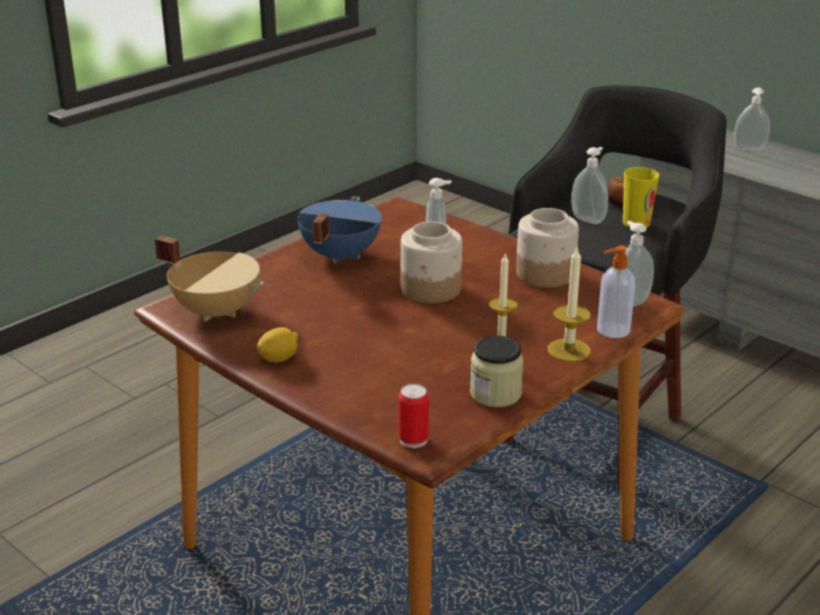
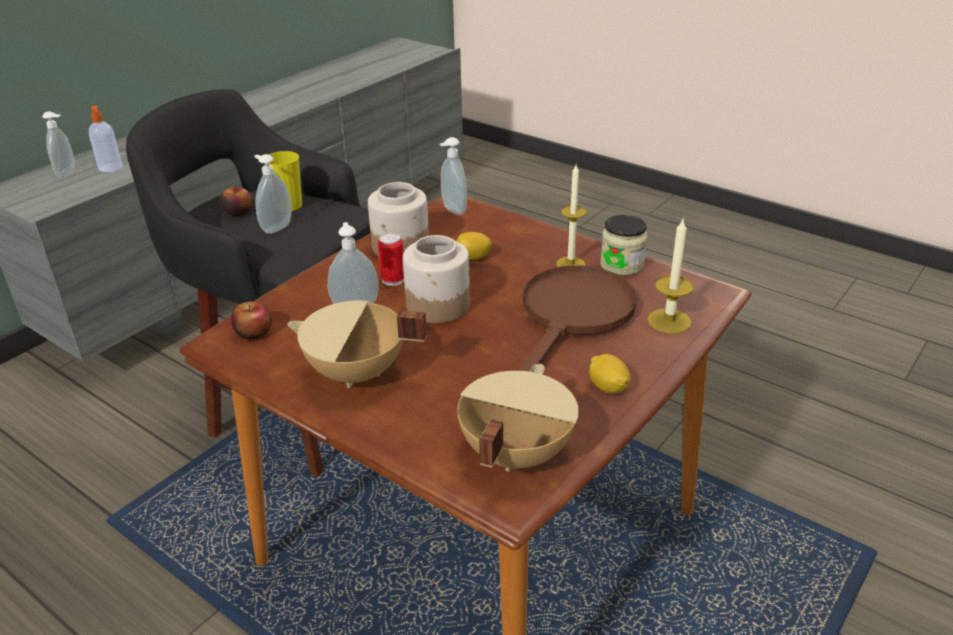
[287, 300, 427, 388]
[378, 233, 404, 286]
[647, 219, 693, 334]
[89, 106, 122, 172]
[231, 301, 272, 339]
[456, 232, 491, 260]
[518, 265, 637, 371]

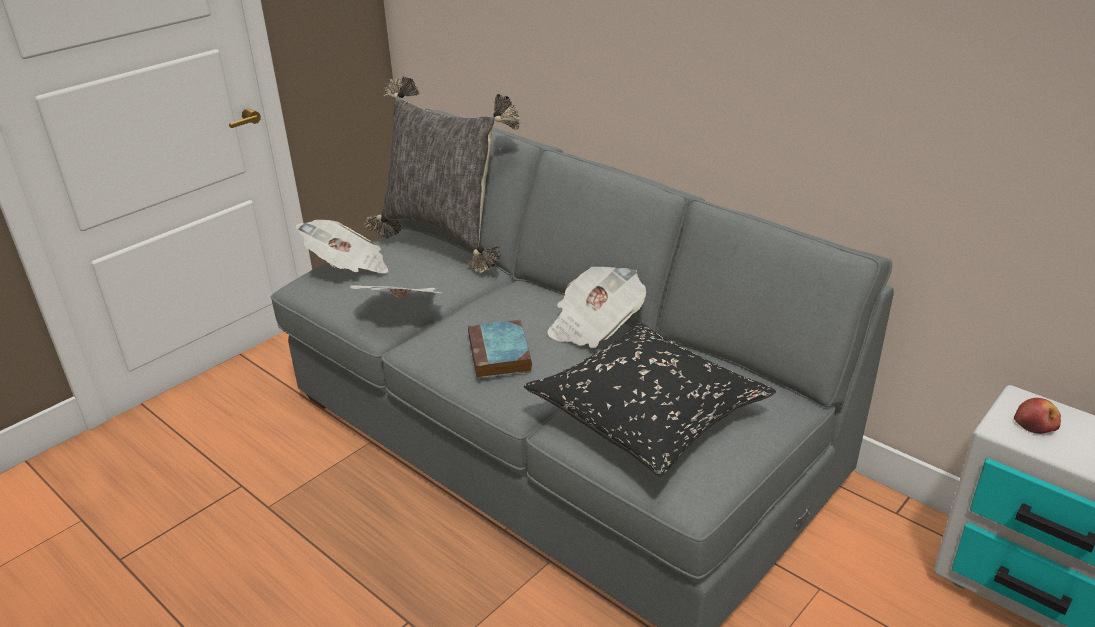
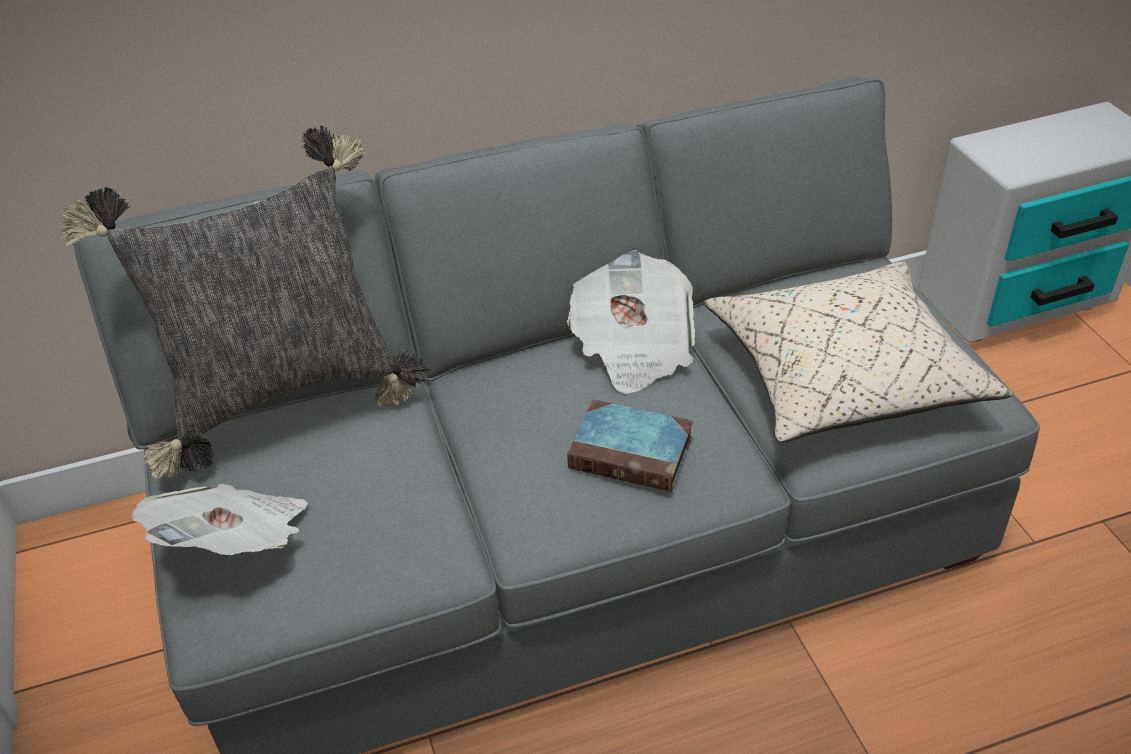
[350, 285, 442, 298] (first image)
[704, 262, 1012, 443]
[1014, 398, 1061, 434] (first image)

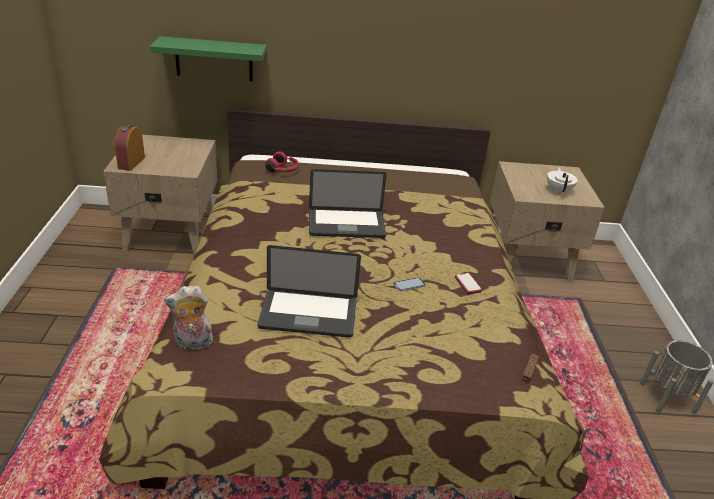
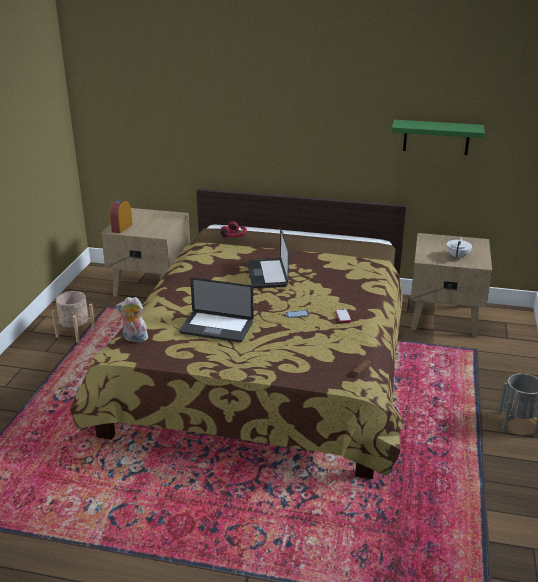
[392, 120, 485, 155]
[247, 228, 289, 288]
[52, 291, 96, 343]

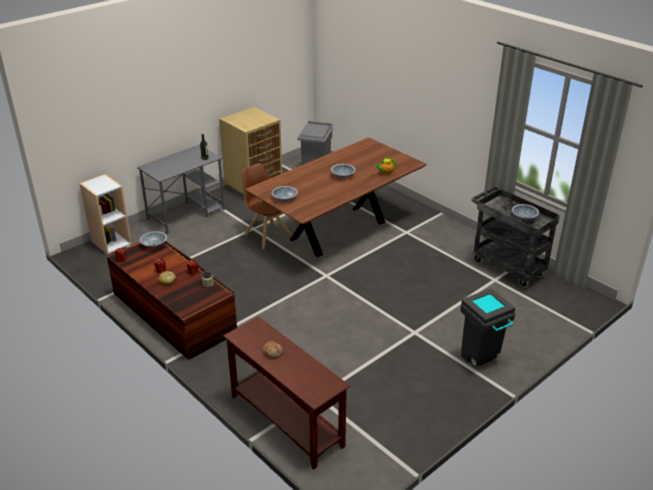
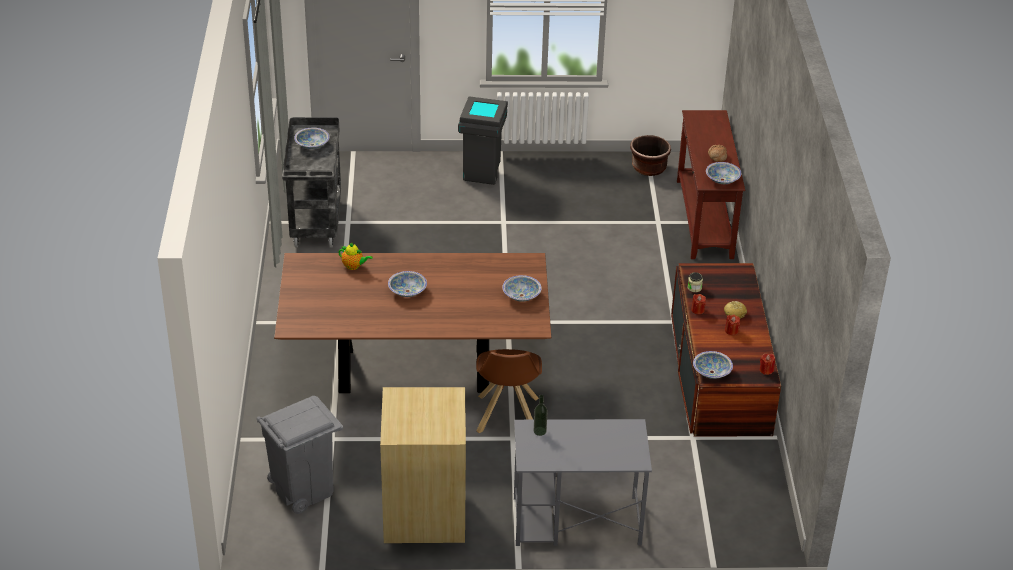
[79, 174, 132, 255] (first image)
[630, 135, 671, 176]
[706, 162, 741, 184]

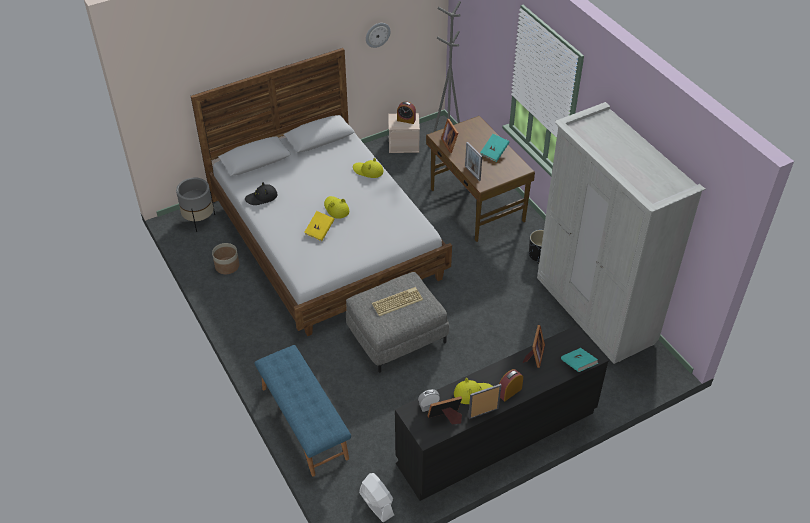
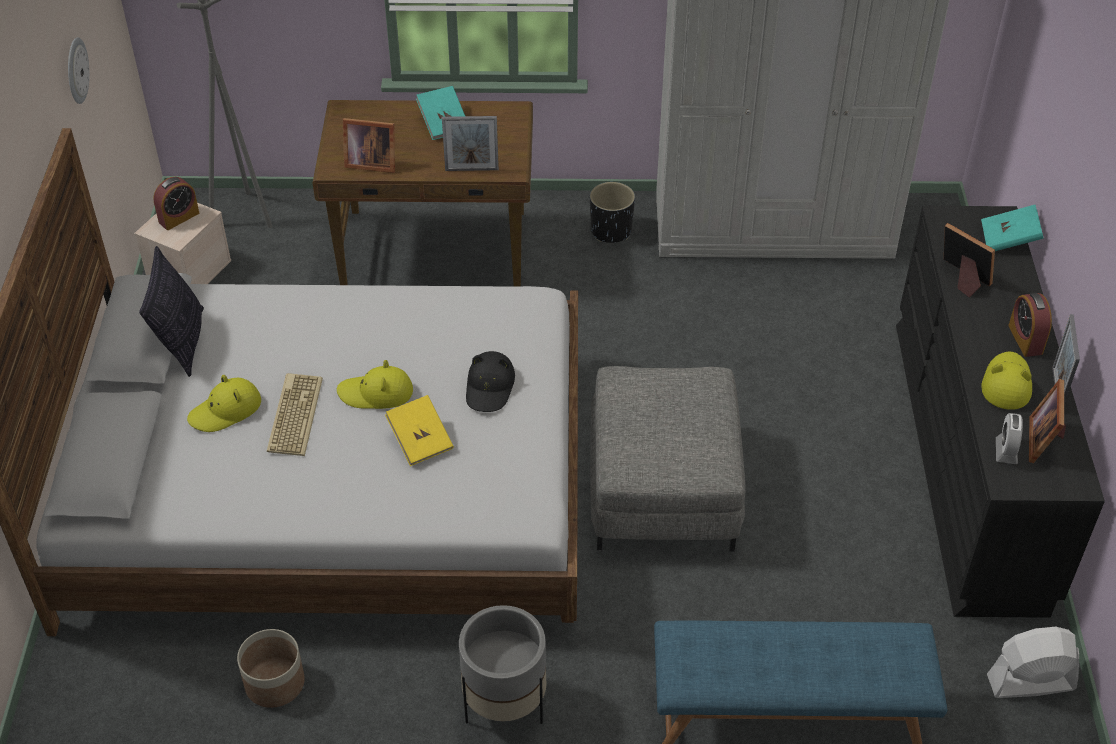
[459, 605, 547, 724]
[466, 351, 515, 412]
[187, 375, 261, 432]
[267, 373, 323, 456]
[139, 246, 204, 377]

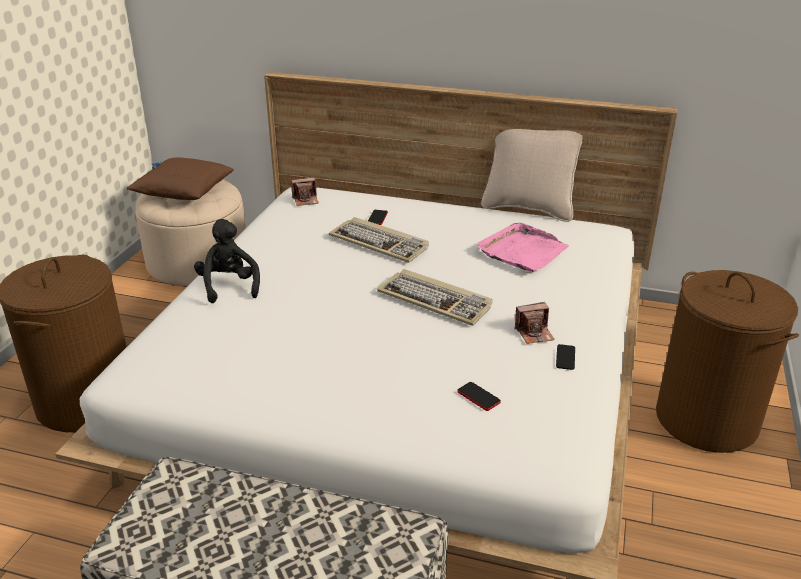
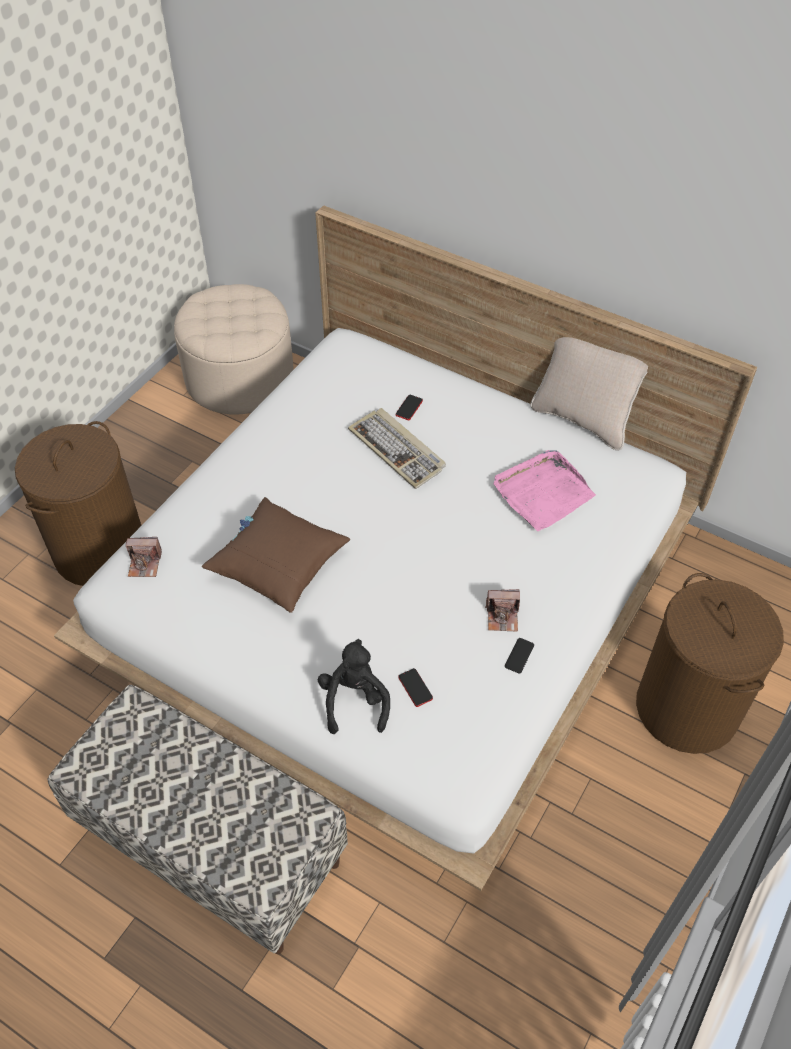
[202, 497, 350, 613]
[318, 639, 390, 734]
[126, 537, 162, 577]
[377, 269, 492, 326] (first image)

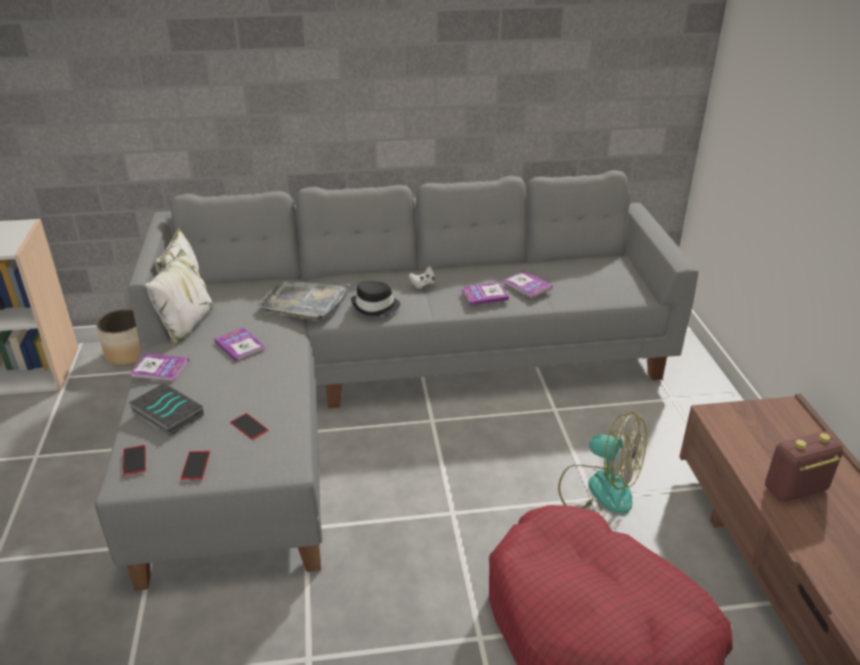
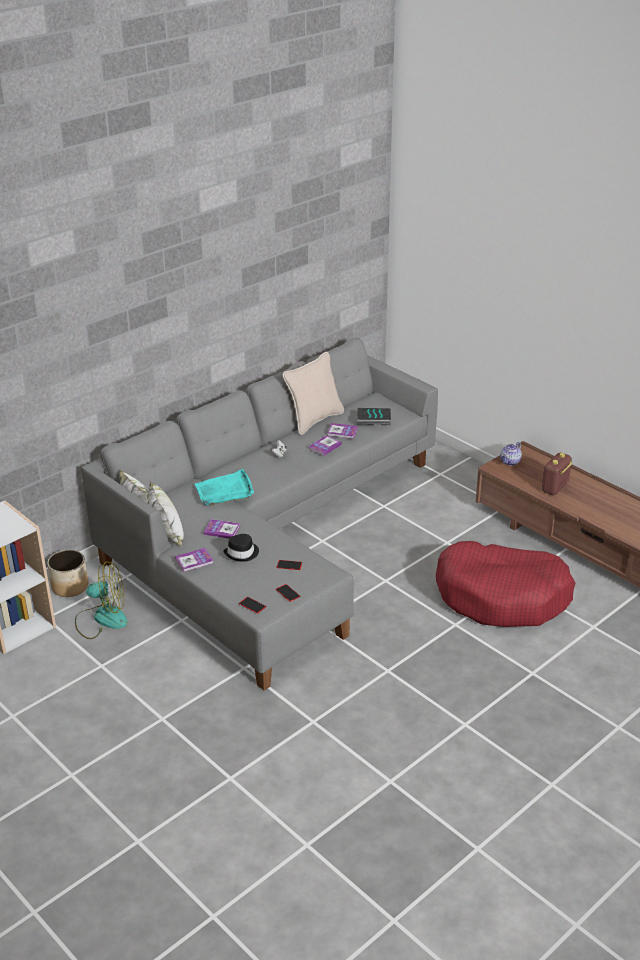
[357, 408, 391, 425]
[195, 469, 254, 506]
[223, 534, 259, 562]
[75, 561, 128, 639]
[283, 352, 344, 435]
[500, 442, 522, 466]

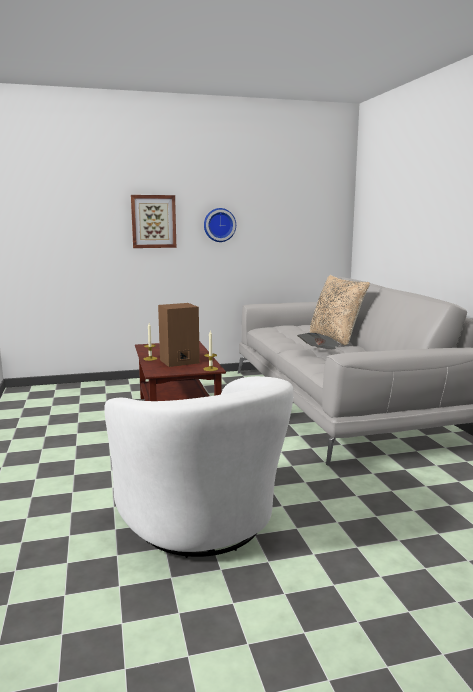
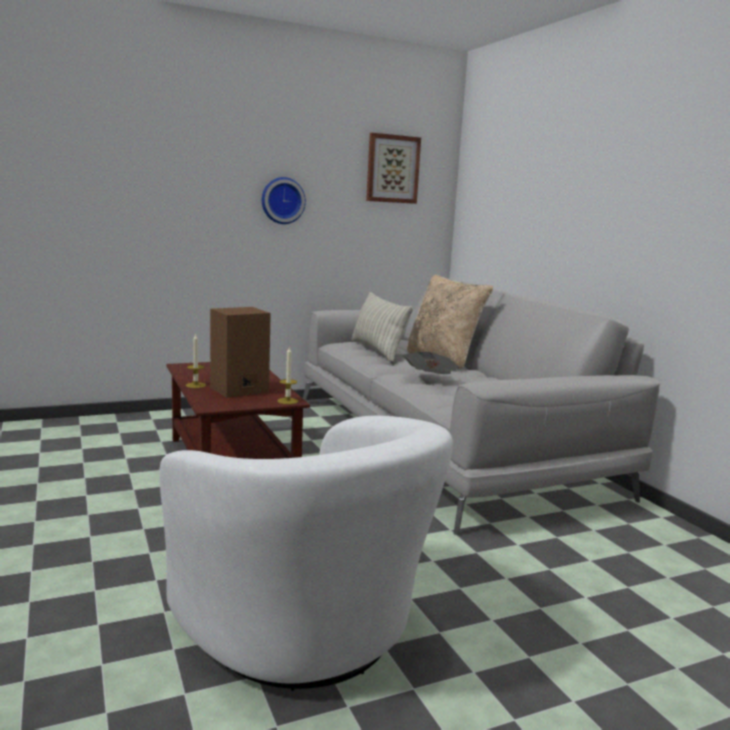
[366, 133, 421, 204]
[351, 292, 413, 362]

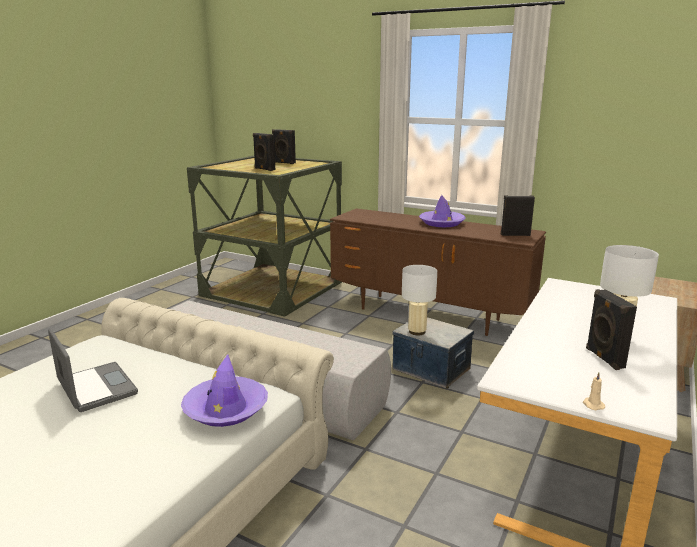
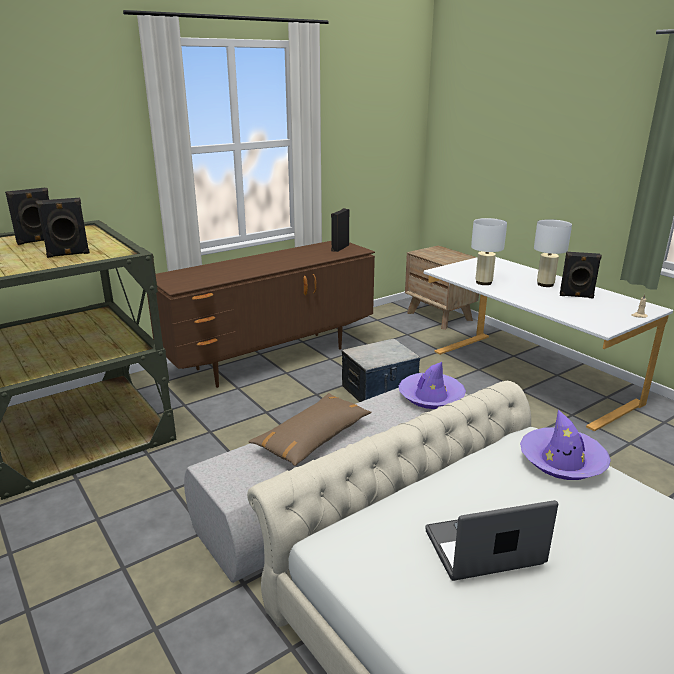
[471, 218, 507, 285]
[399, 362, 466, 409]
[248, 393, 371, 466]

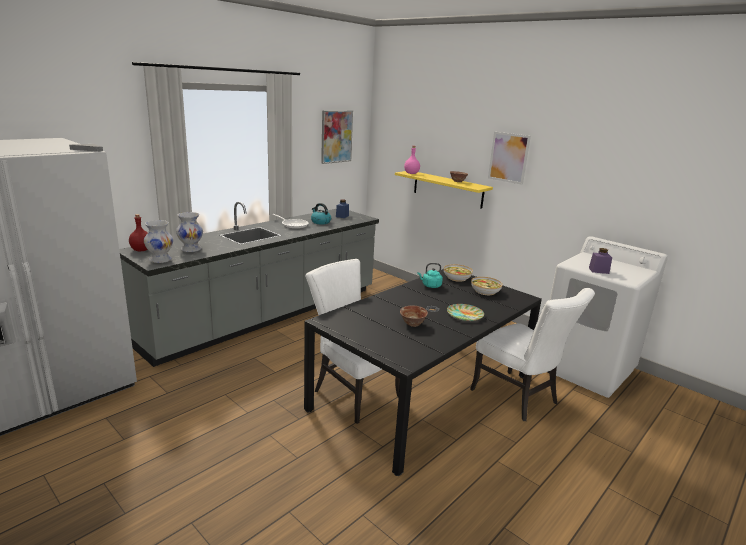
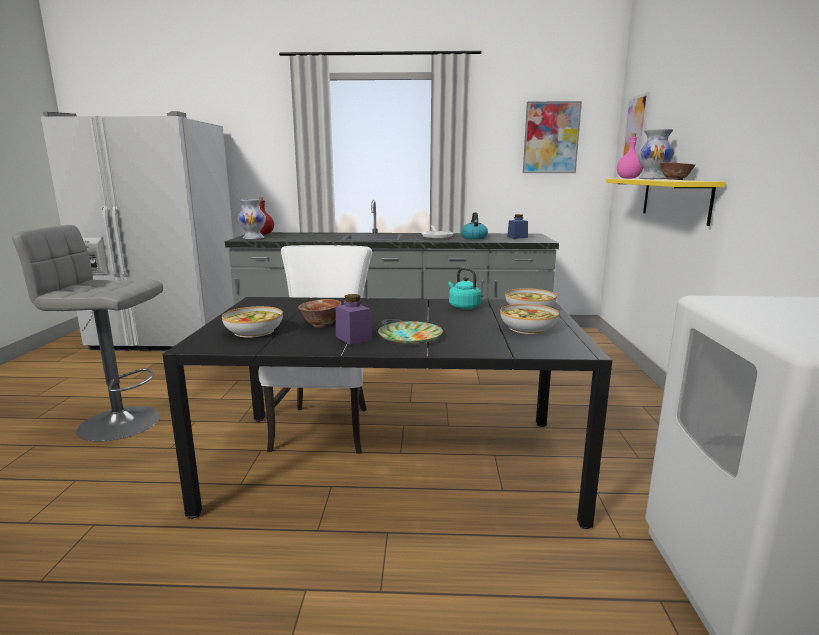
[638, 129, 674, 179]
[470, 287, 595, 421] (first image)
[622, 92, 650, 157]
[336, 294, 372, 345]
[12, 225, 163, 441]
[222, 306, 283, 337]

